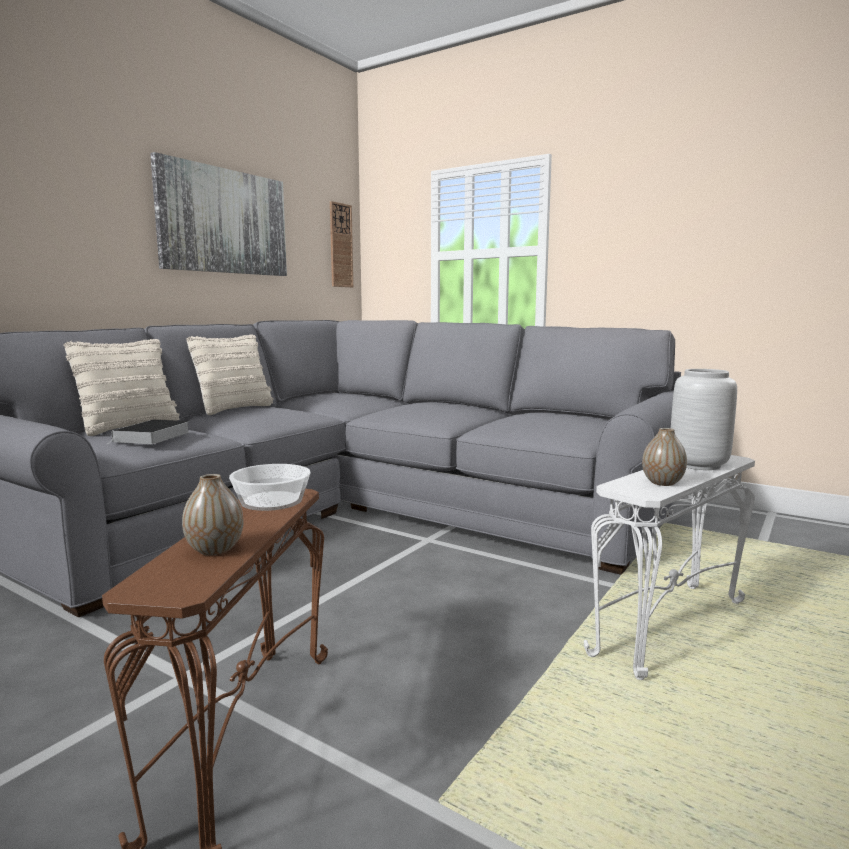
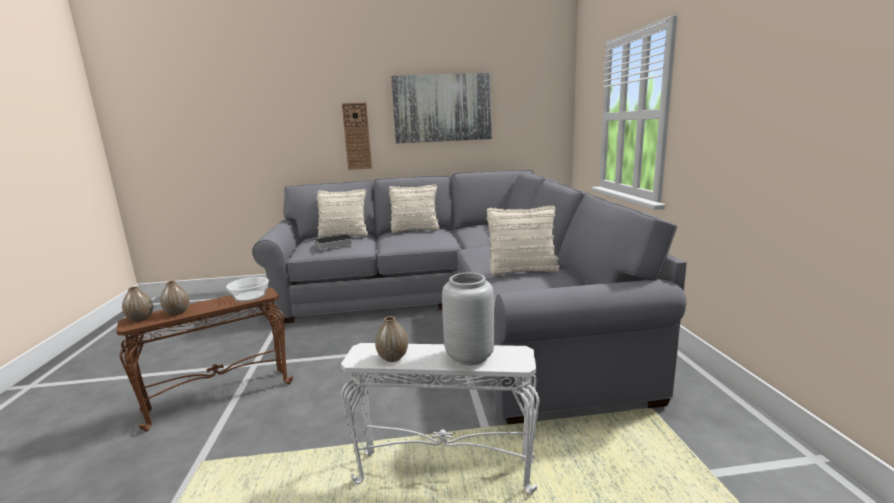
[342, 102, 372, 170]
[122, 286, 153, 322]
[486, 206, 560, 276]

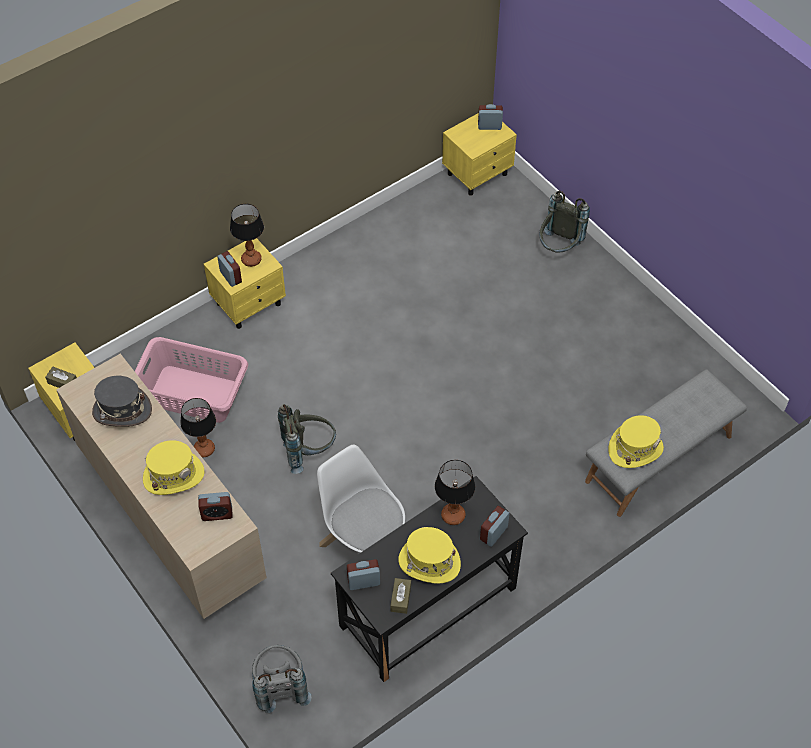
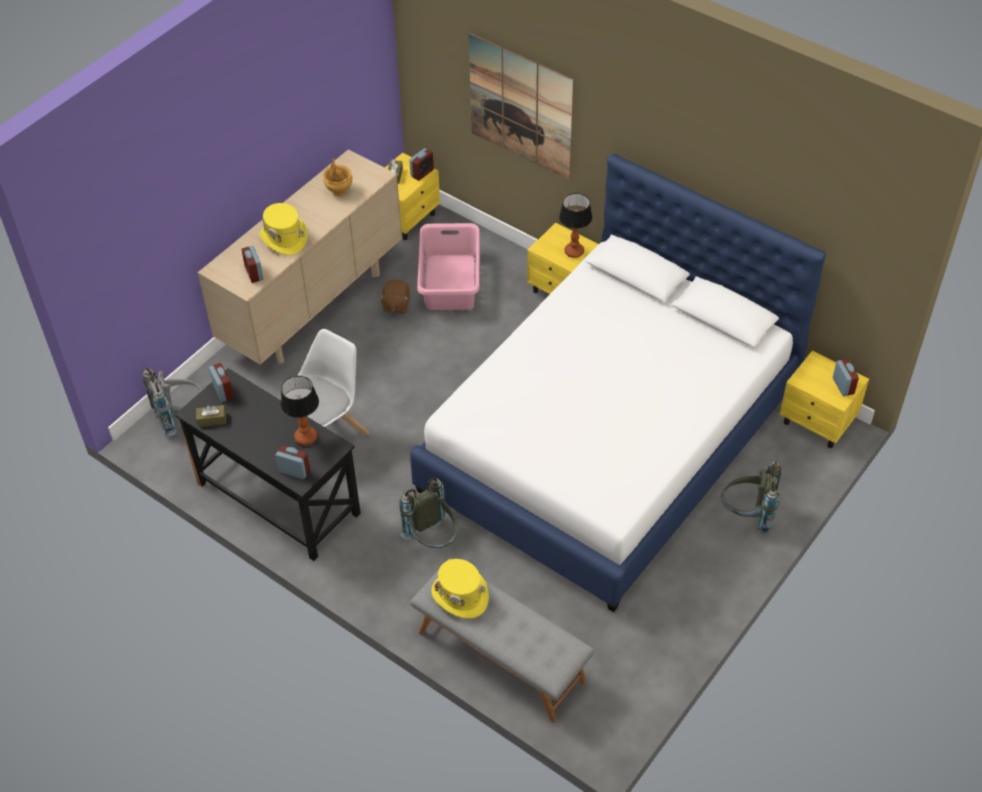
[323, 158, 352, 196]
[379, 280, 410, 313]
[409, 148, 434, 181]
[399, 478, 458, 548]
[398, 527, 461, 584] (first image)
[410, 154, 826, 612]
[468, 33, 574, 180]

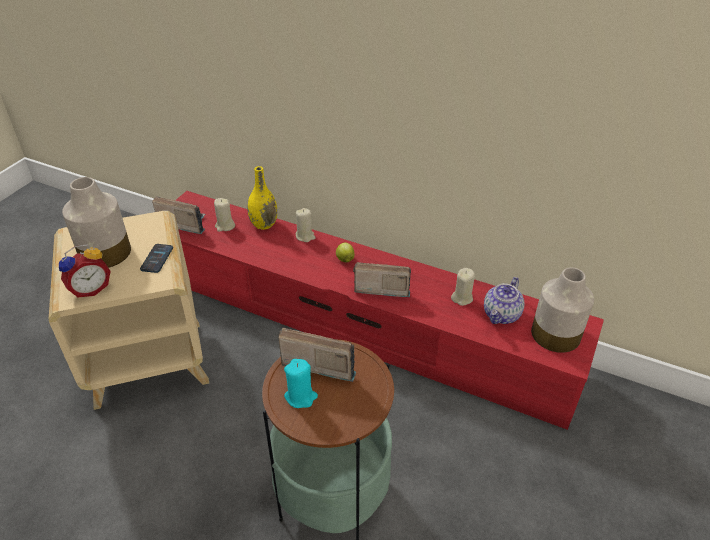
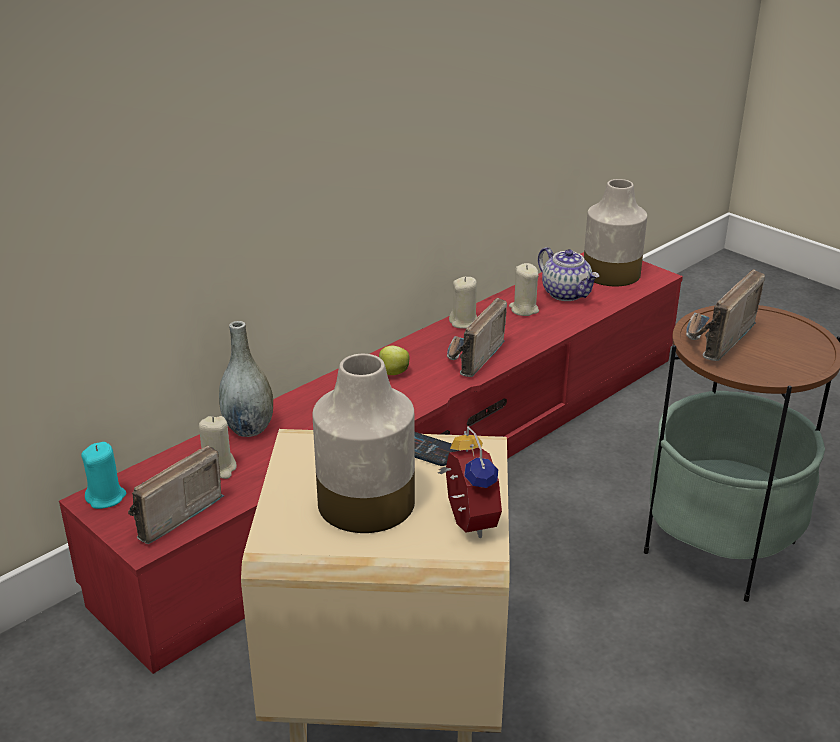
[219, 321, 273, 437]
[81, 442, 126, 509]
[449, 277, 477, 329]

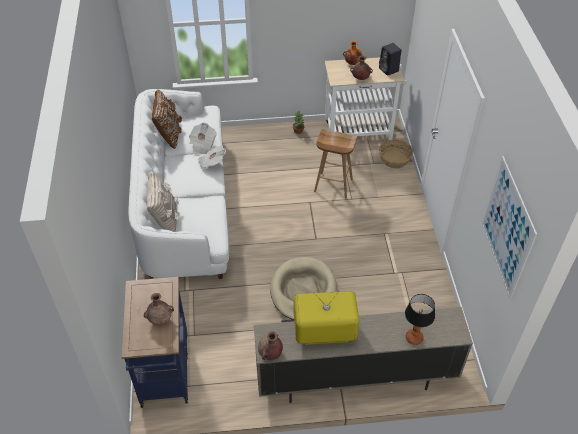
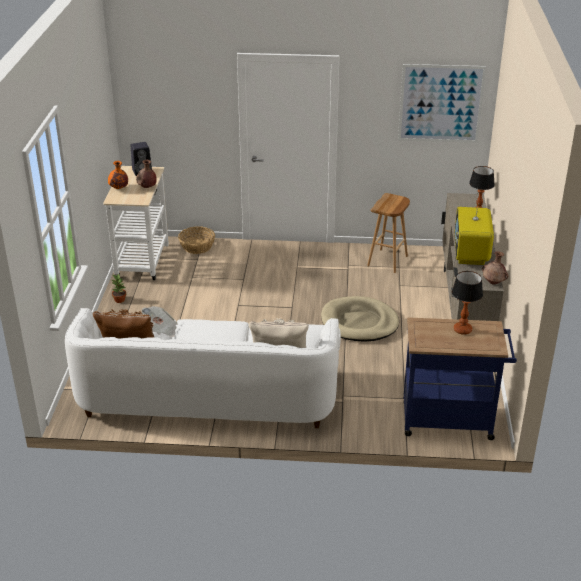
[452, 271, 483, 334]
[198, 146, 226, 169] (first image)
[367, 193, 410, 273]

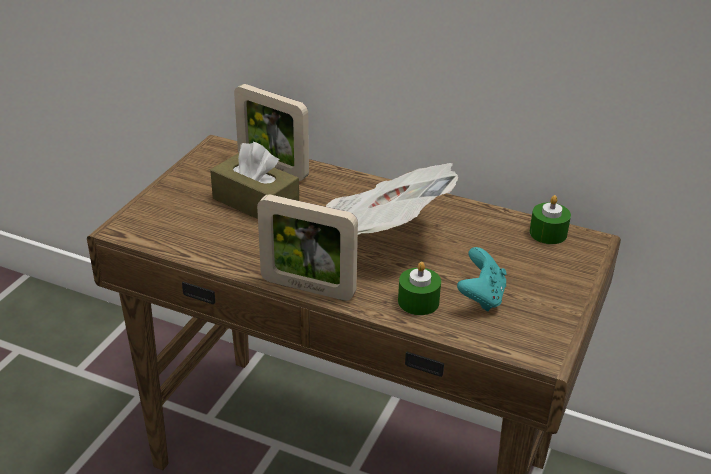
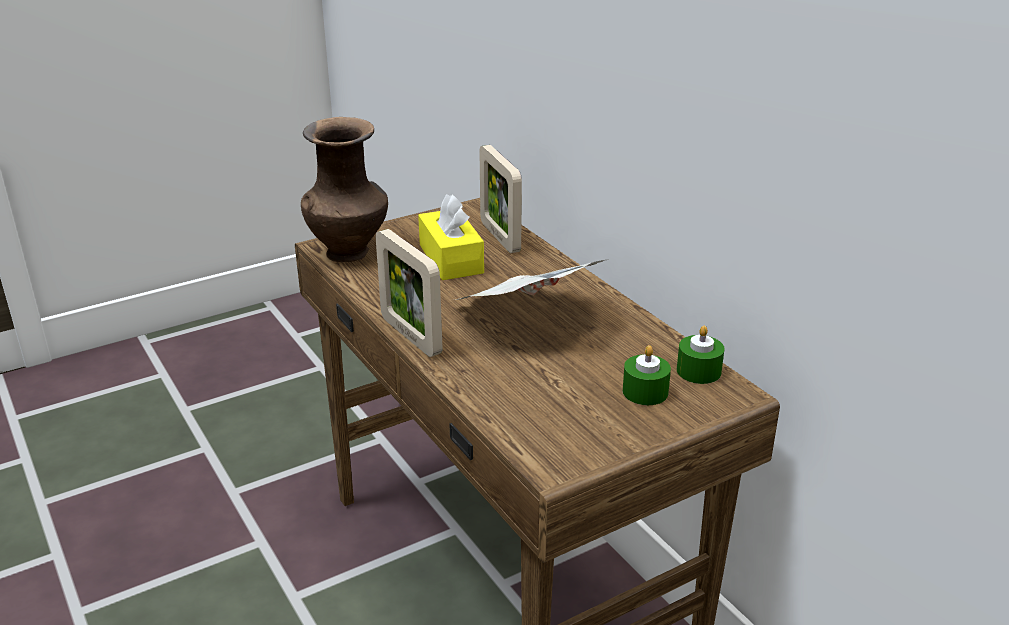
[418, 194, 484, 280]
[623, 345, 671, 405]
[457, 247, 507, 312] (first image)
[301, 117, 388, 262]

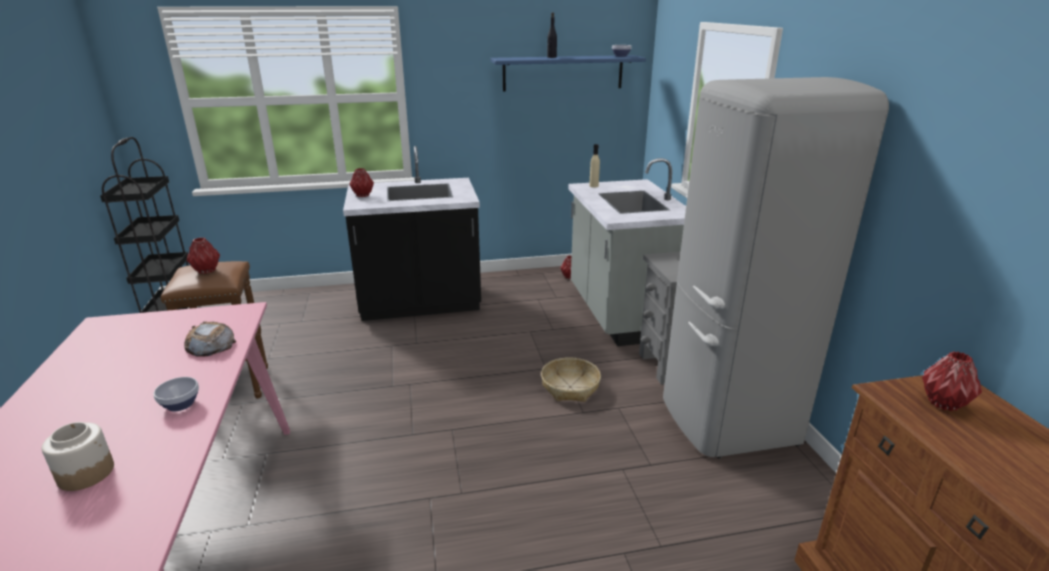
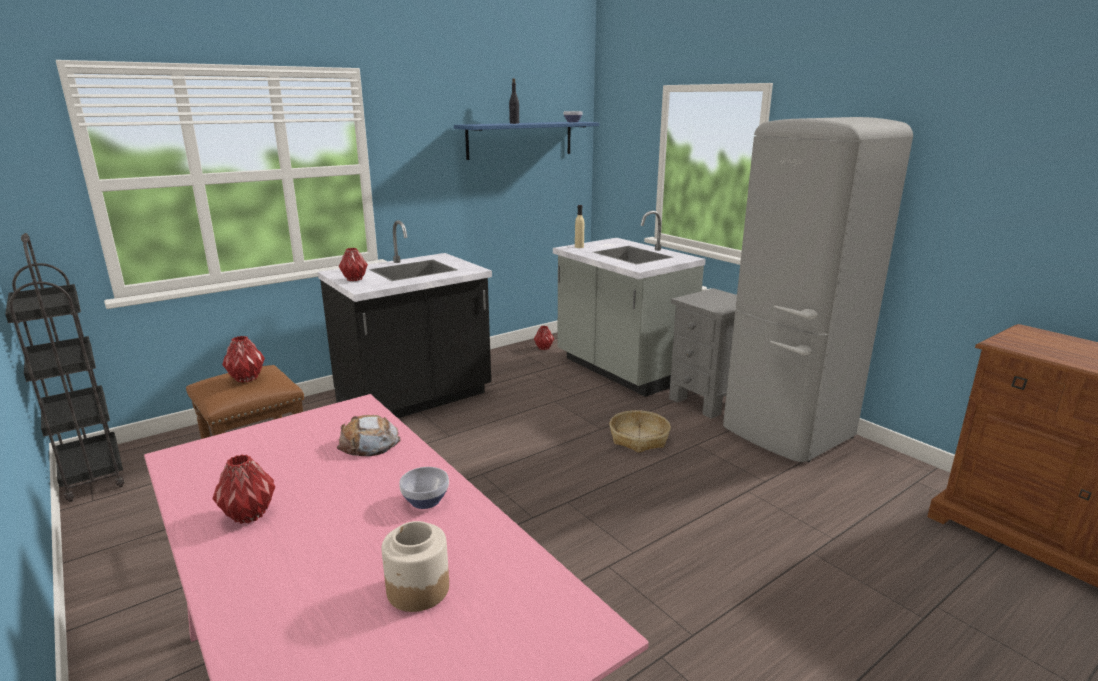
[213, 455, 275, 524]

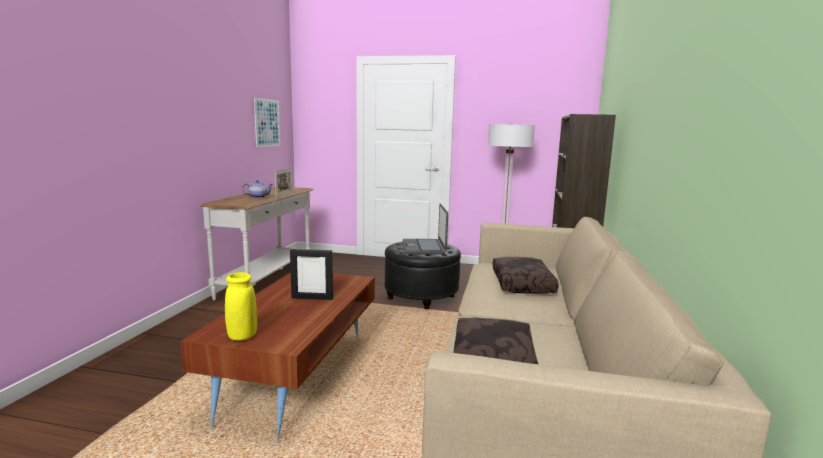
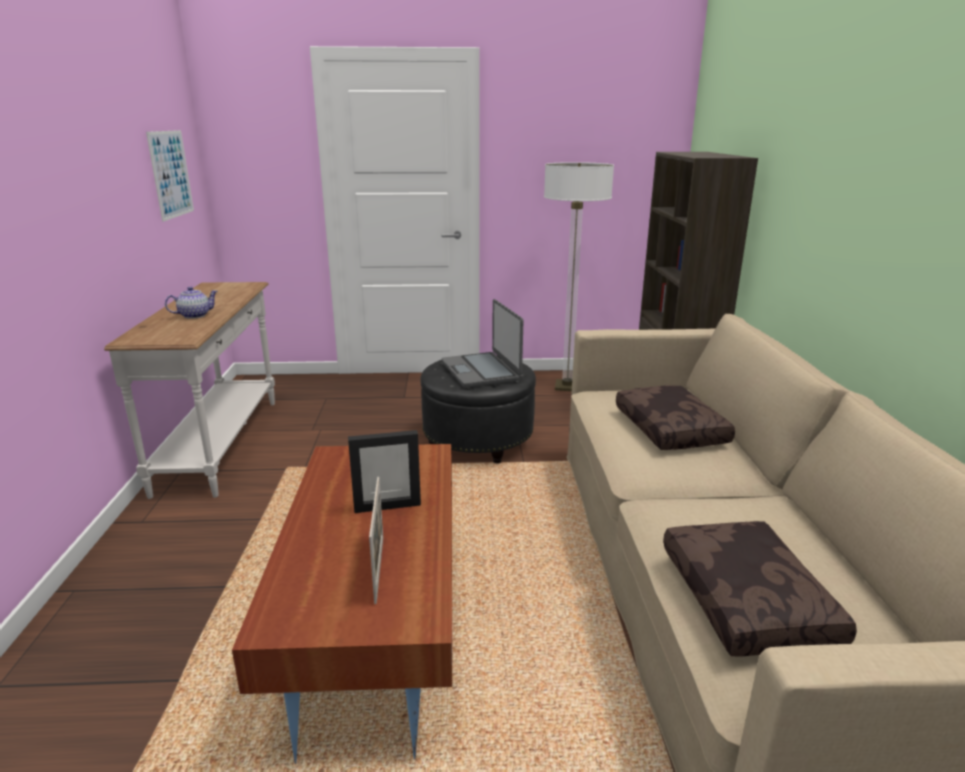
[225, 272, 257, 341] (first image)
[369, 477, 383, 604]

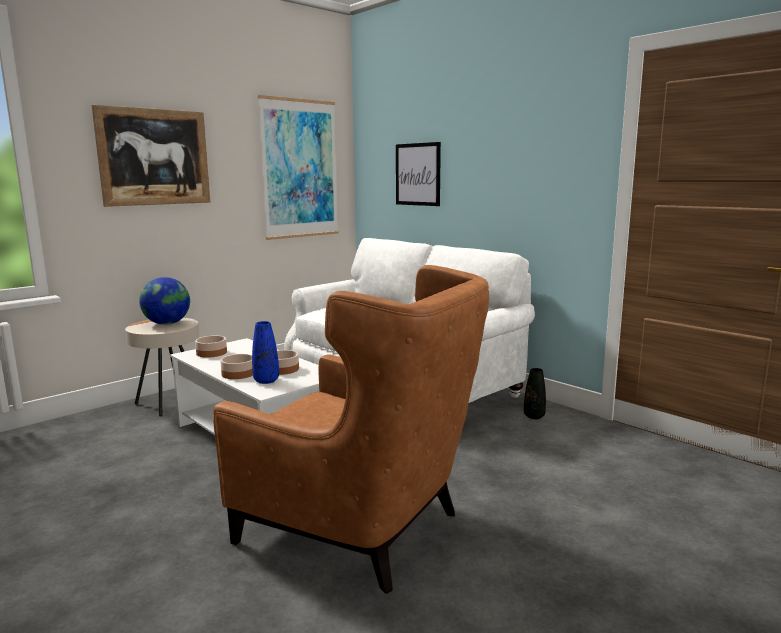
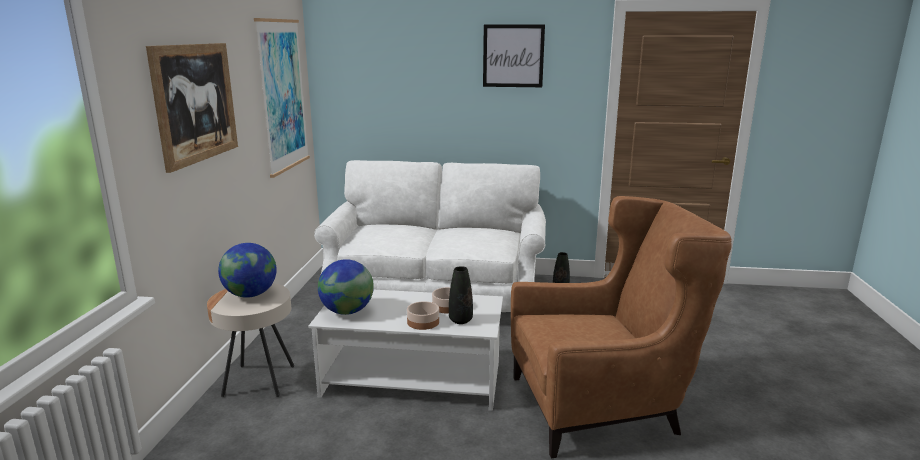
[318, 259, 374, 315]
[449, 266, 473, 324]
[483, 25, 545, 87]

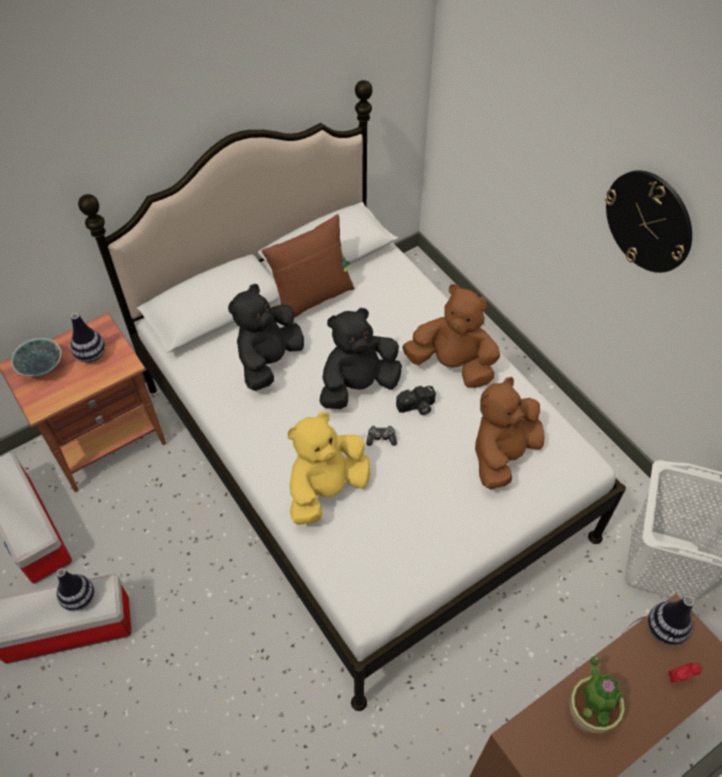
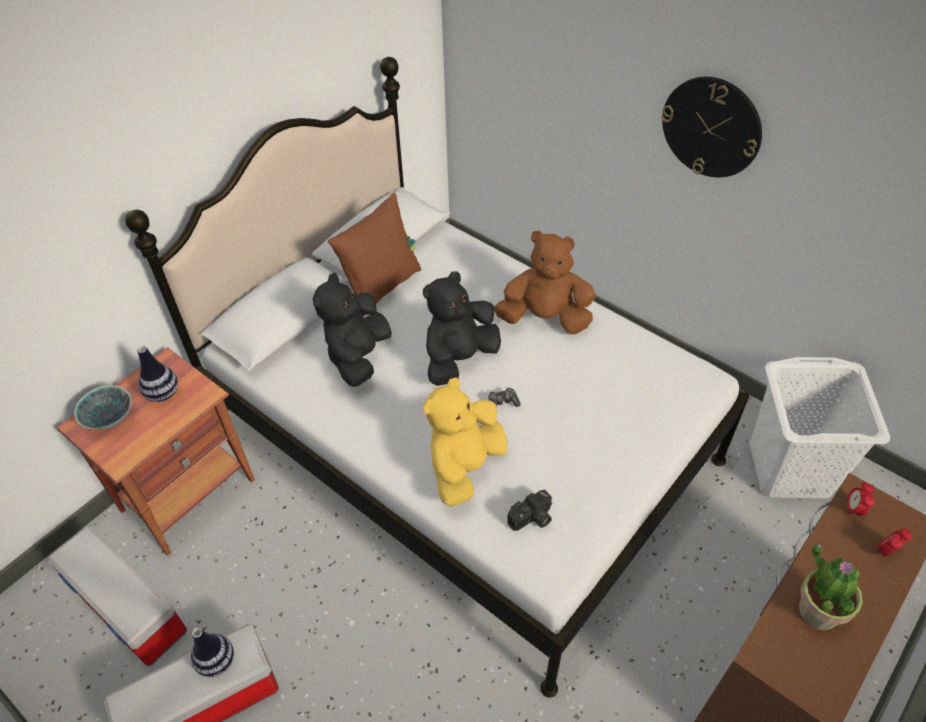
[507, 490, 552, 531]
[475, 377, 544, 490] (first image)
[847, 483, 875, 516]

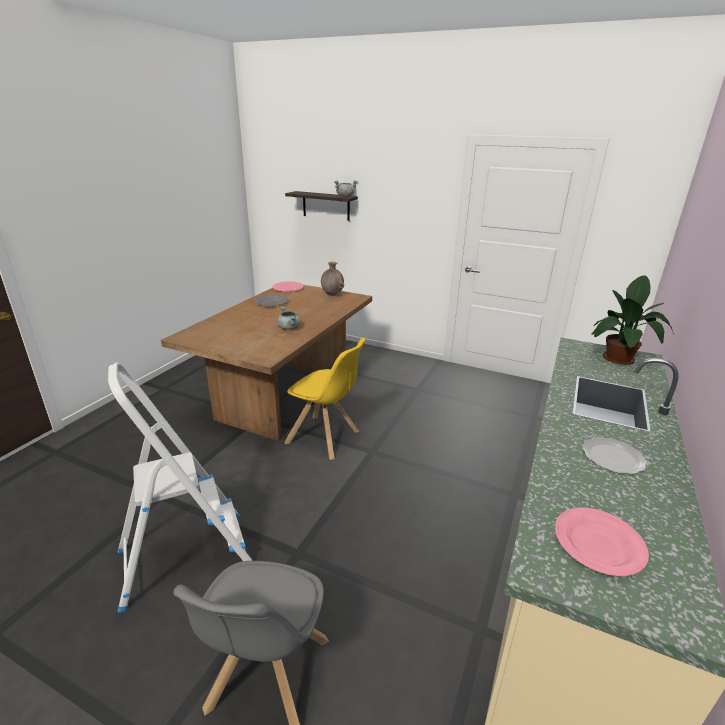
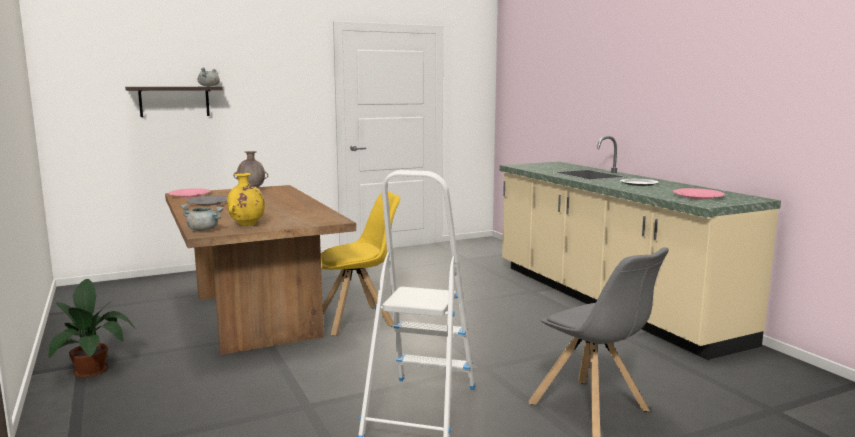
[180, 204, 224, 231]
[48, 279, 135, 377]
[227, 173, 265, 226]

